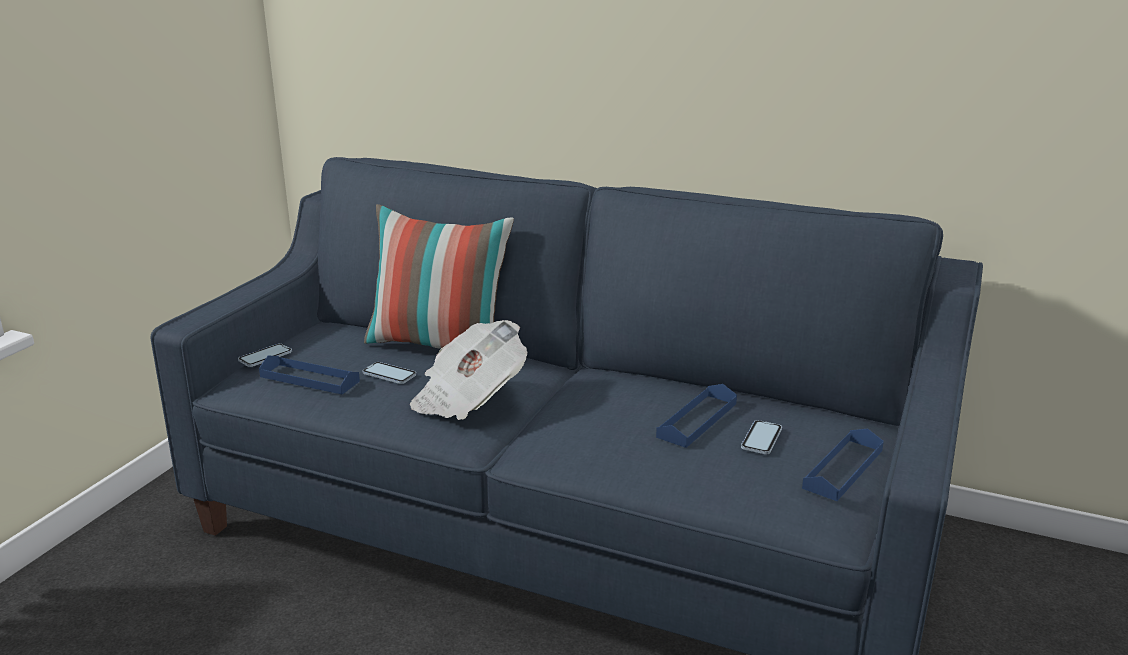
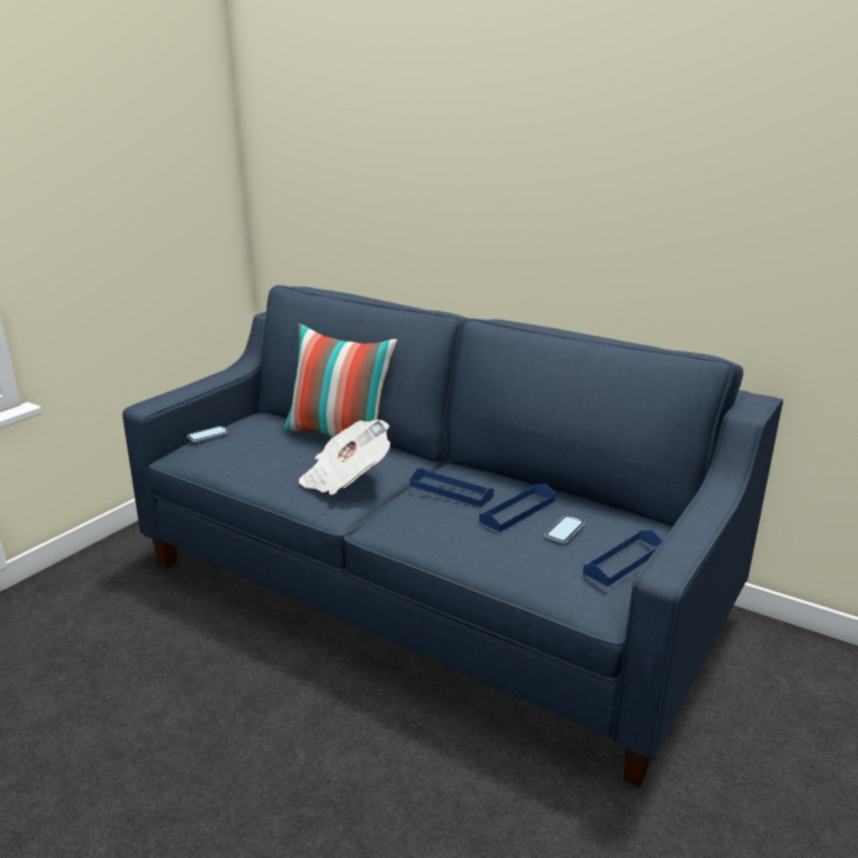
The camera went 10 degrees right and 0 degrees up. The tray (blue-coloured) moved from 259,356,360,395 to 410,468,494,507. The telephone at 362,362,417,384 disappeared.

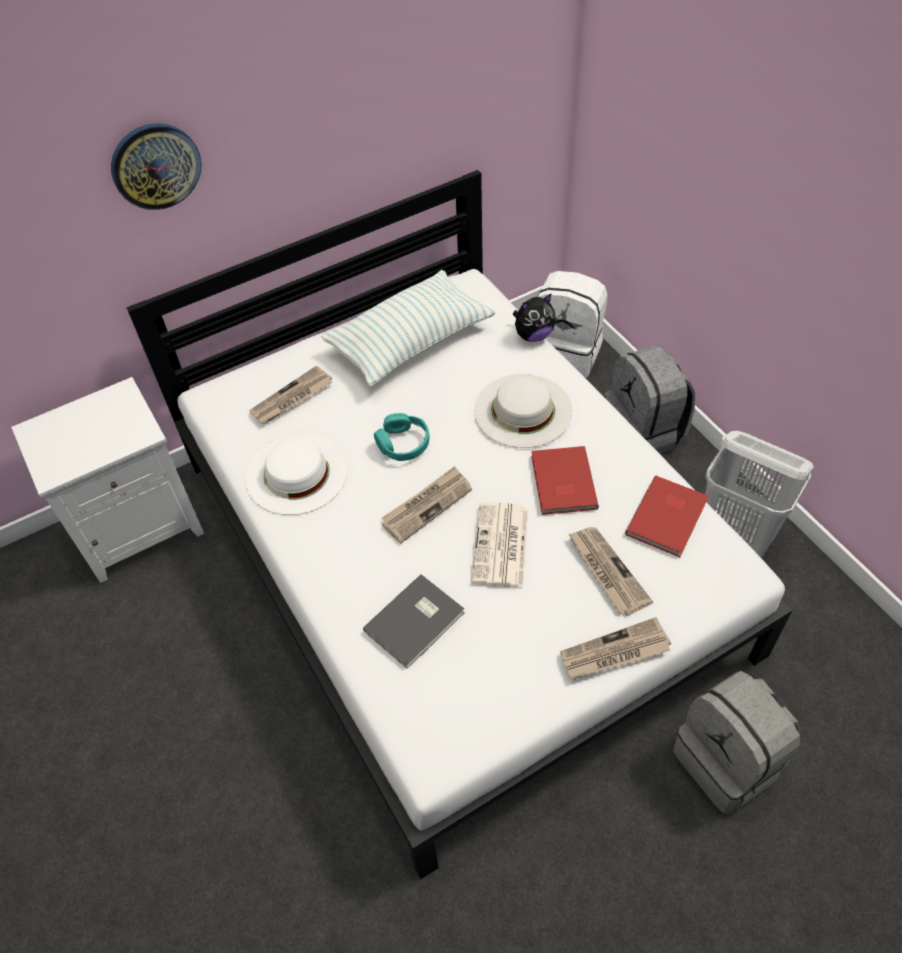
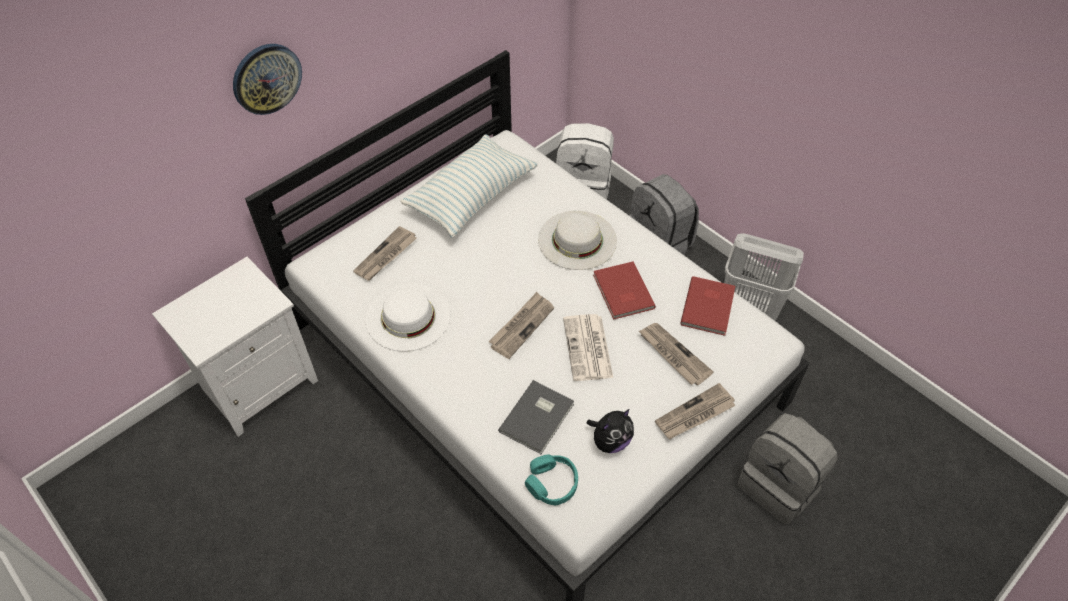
The camera went 15 degrees left and 0 degrees up. The plush toy moved from 513,293,556,342 to 587,409,634,453. The headset (turquoise-coloured) moved from 374,413,429,461 to 525,454,578,506.

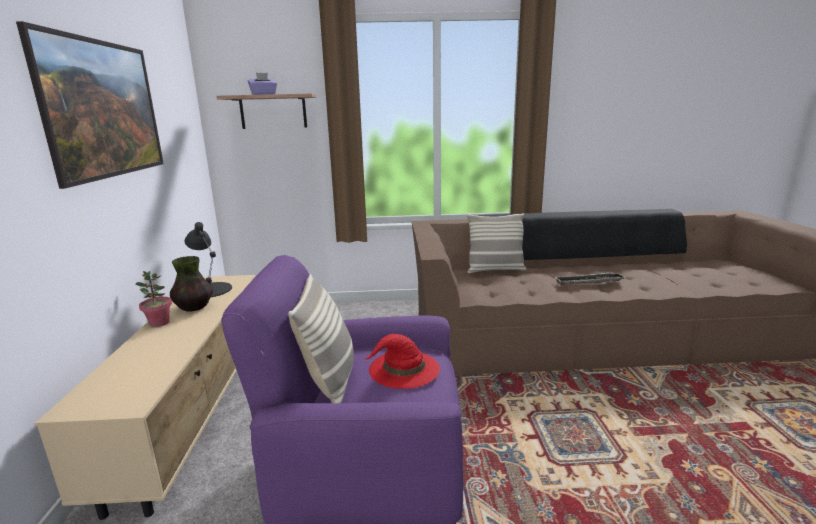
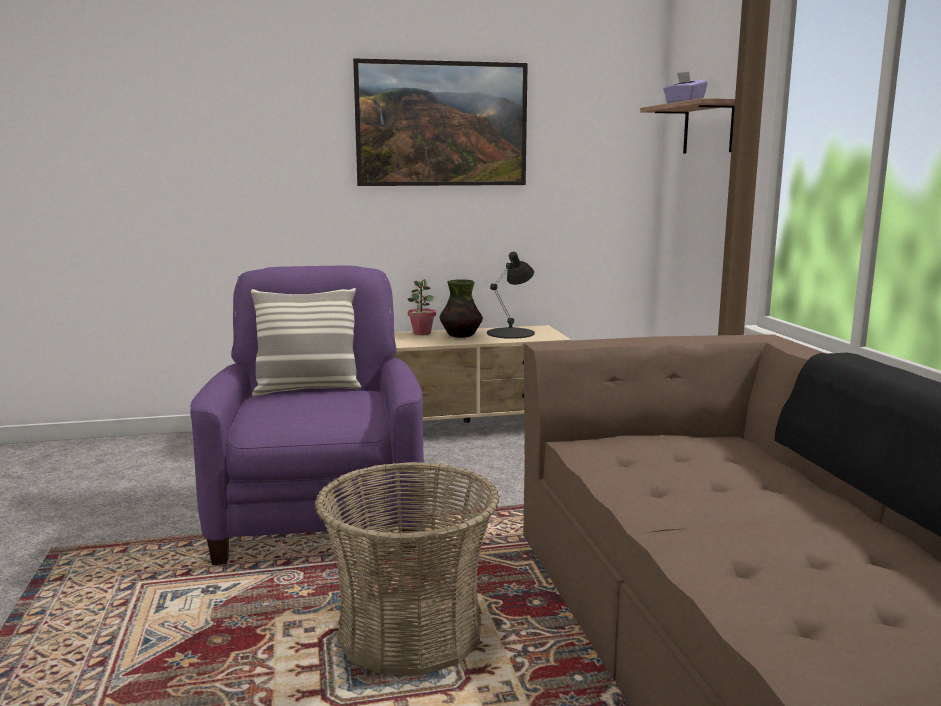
The camera went 80 degrees right and 5 degrees down. The cushion at 467,213,527,273 disappeared. The tray at 555,272,626,285 disappeared. The clothing hat (red) at 365,334,440,389 disappeared. The storage basket at 315,462,499,676 appeared.

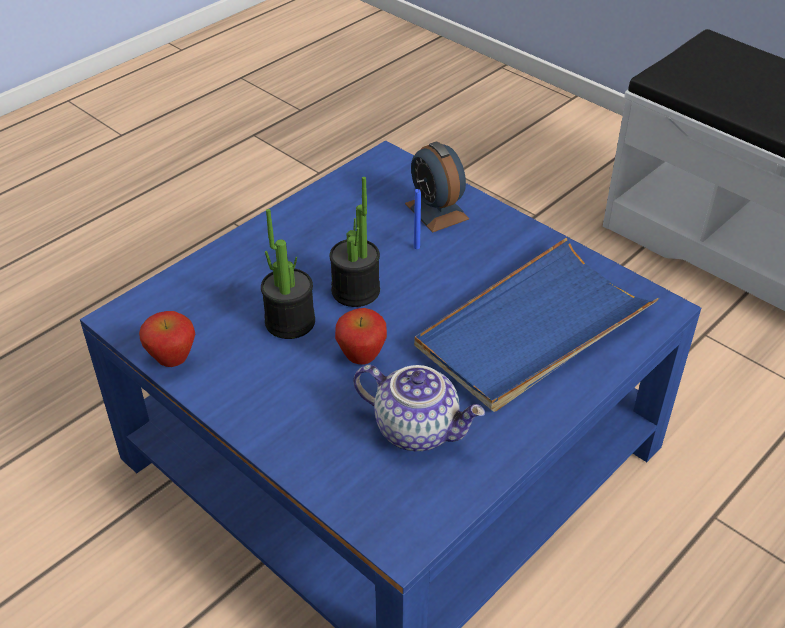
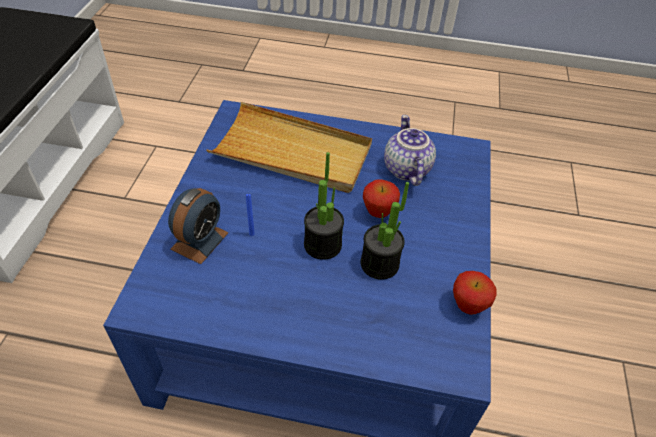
The camera went 125 degrees left and 5 degrees up. The tray (blue-coloured) at 414,237,660,412 became the tray (sand-coloured) at 206,102,372,193.

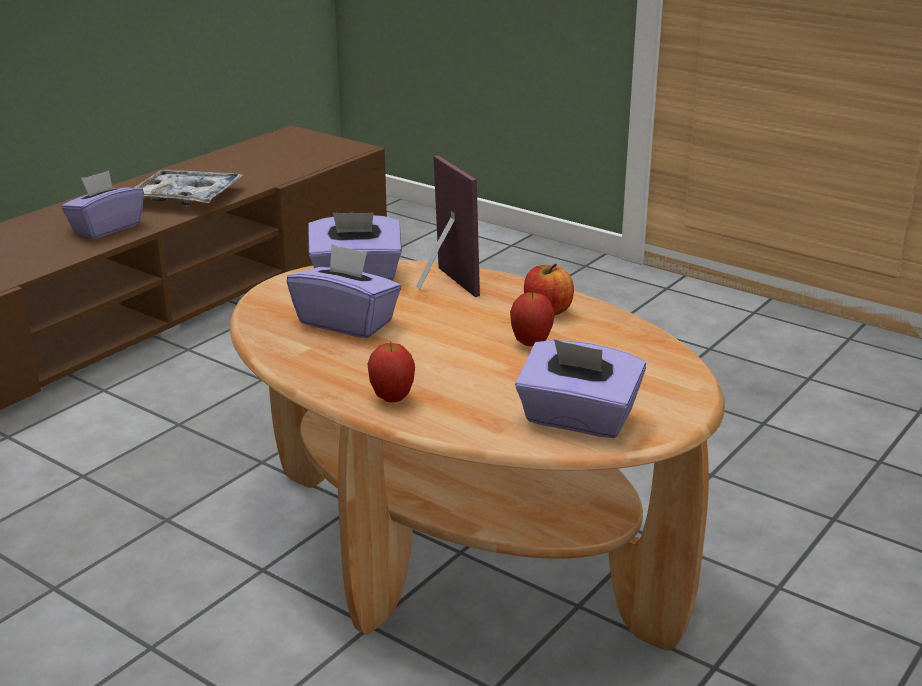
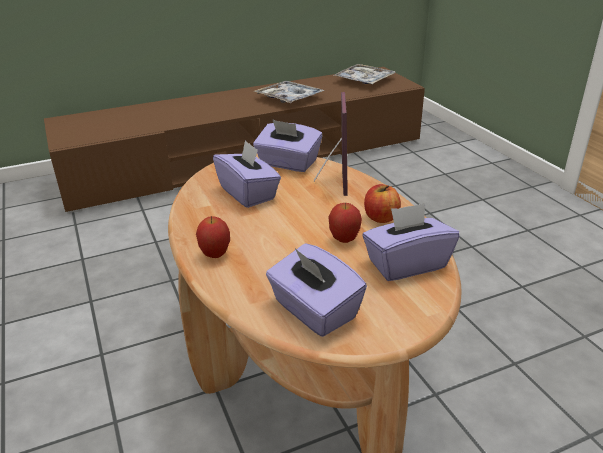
The camera went 30 degrees right and 5 degrees up. The box of tissues (purple) moved from 61,170,144,239 to 362,203,459,281. The tray at 333,64,395,84 appeared.

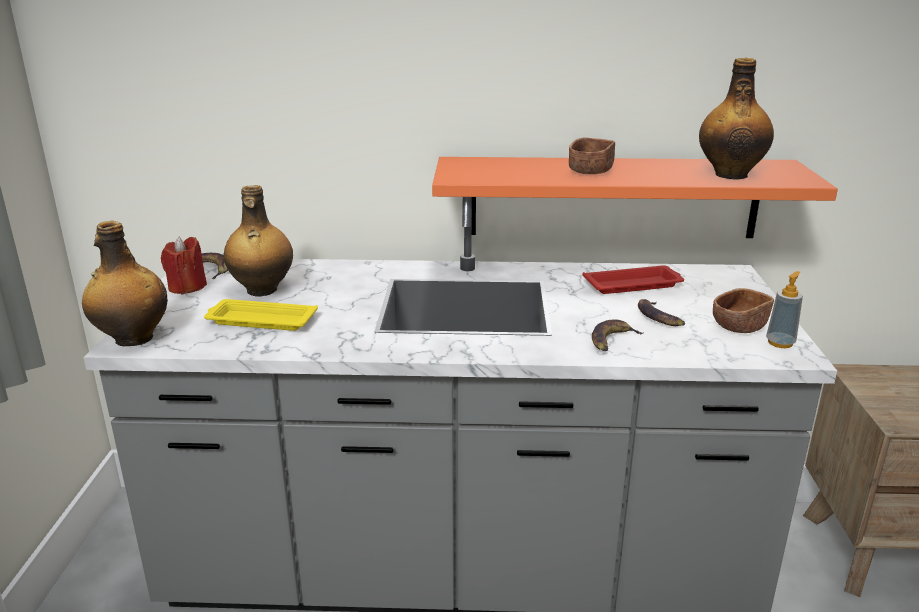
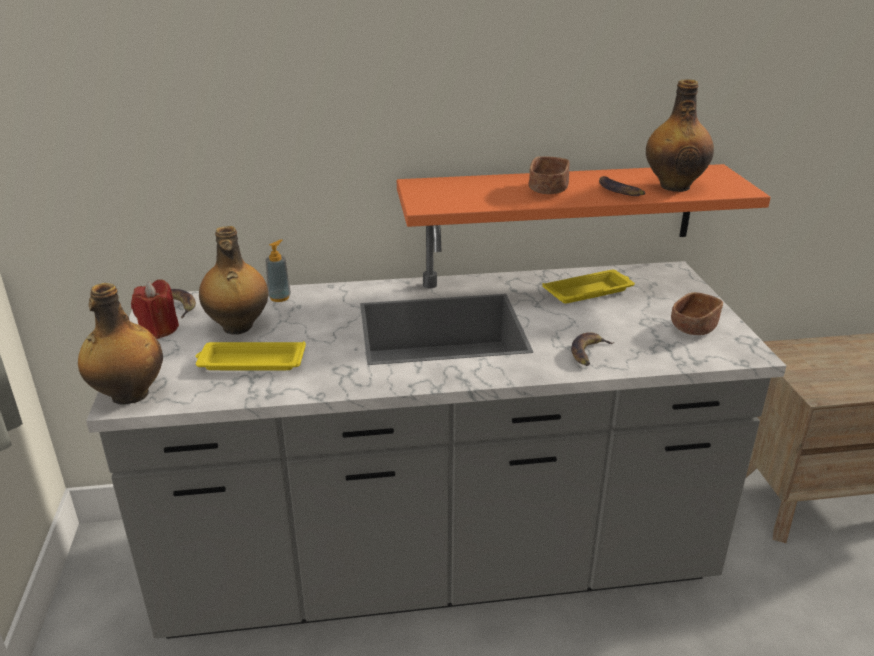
The camera went 10 degrees left and 5 degrees up. The tray (red) at 582,265,684,294 became the tray (yellow) at 542,270,635,304. The liquid soap bottle moved from 766,271,803,348 to 266,240,291,302. The banana fruit moved from 638,299,685,326 to 599,176,645,196.

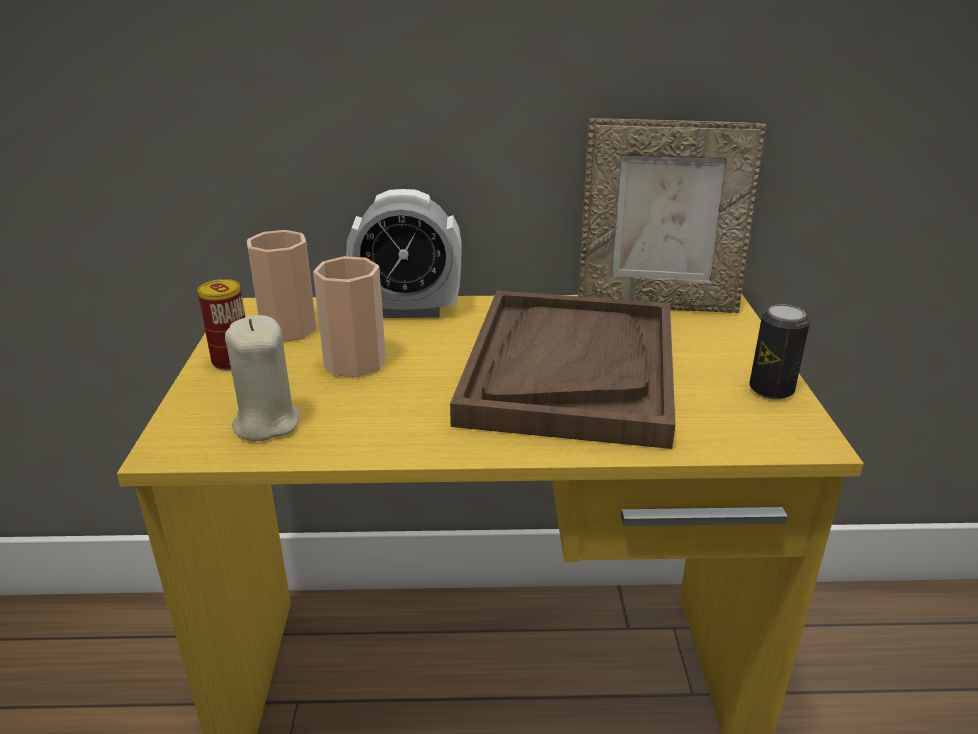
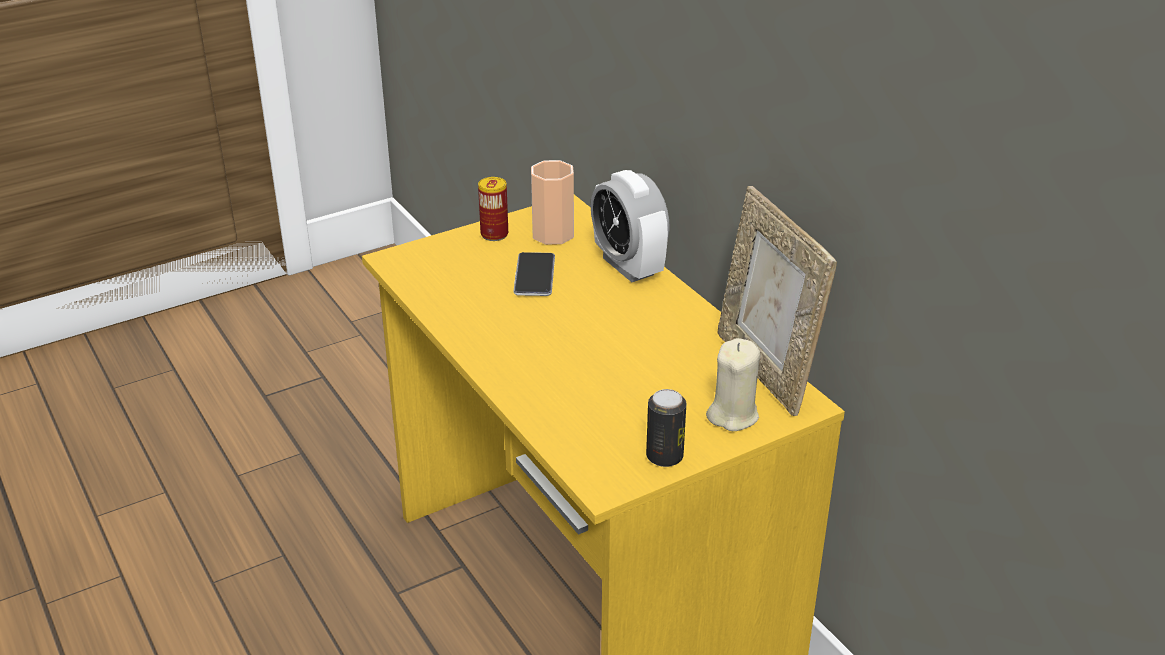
The camera went 60 degrees right and 5 degrees up. The small cup at 313,256,386,377 was replaced by the telephone at 513,252,555,296. The tray (brown) at 450,291,675,449 disappeared. The wax candle (sand-coloured) moved from 225,315,300,441 to 706,338,760,431.

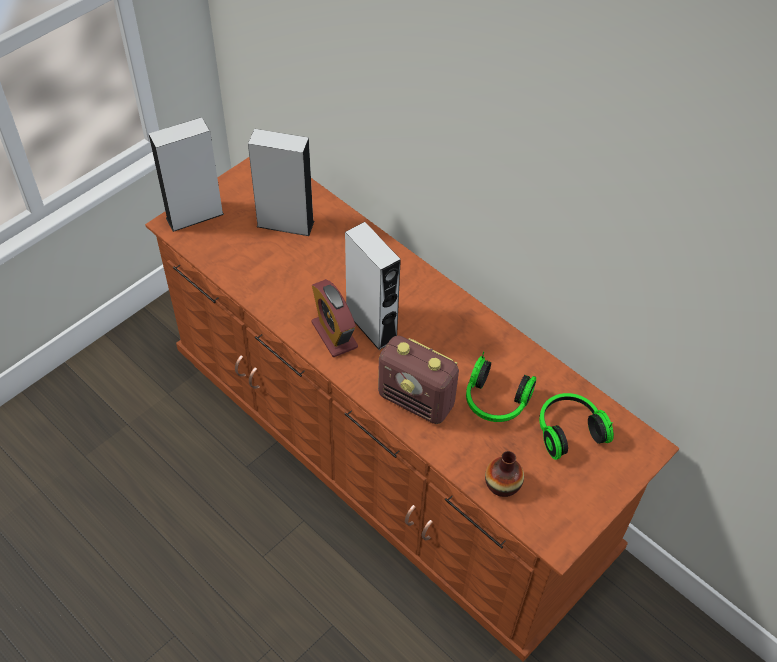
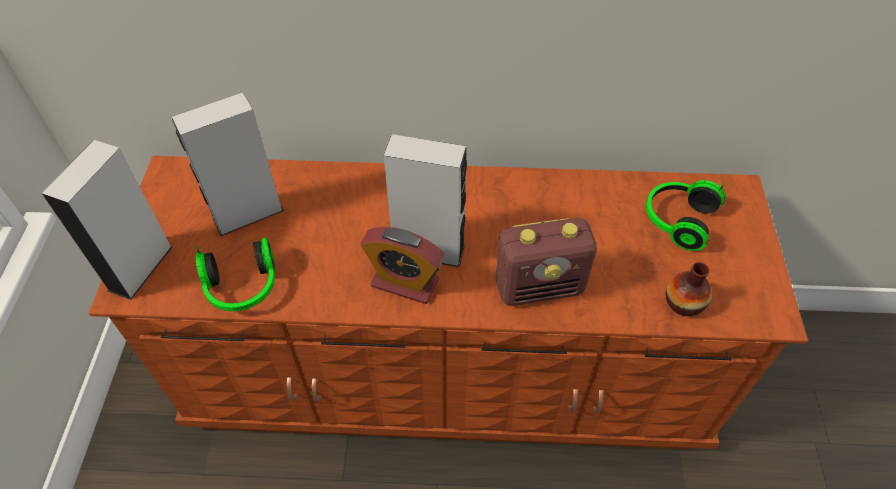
The camera went 40 degrees left and 0 degrees up. The headset moved from 466,351,536,422 to 196,237,275,311.

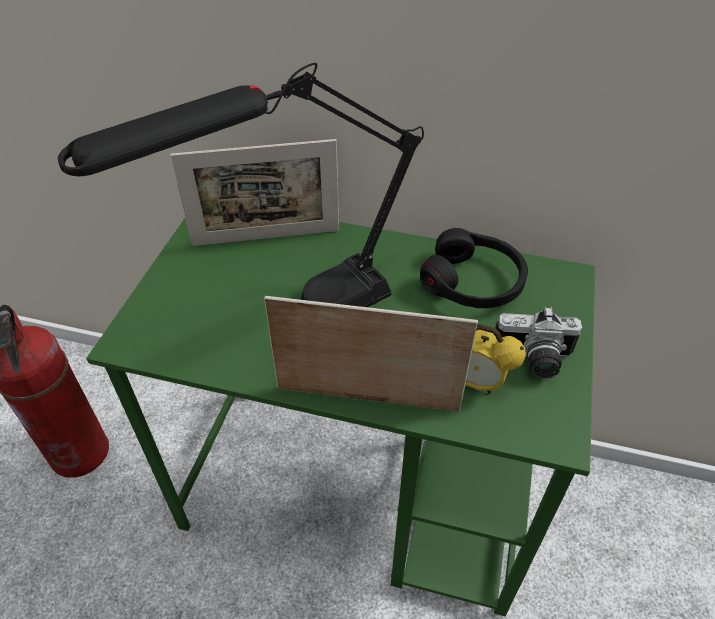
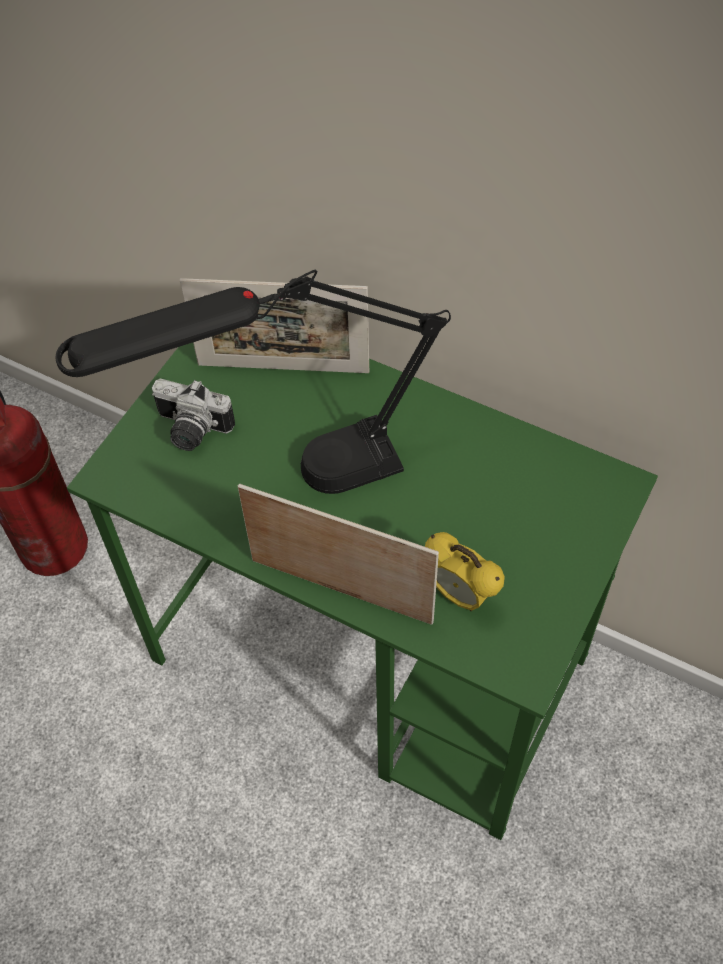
The camera went 15 degrees right and 10 degrees up. The headset (blackish) at 420,228,528,308 disappeared. The still camera moved from 495,307,582,379 to 152,378,235,451.

